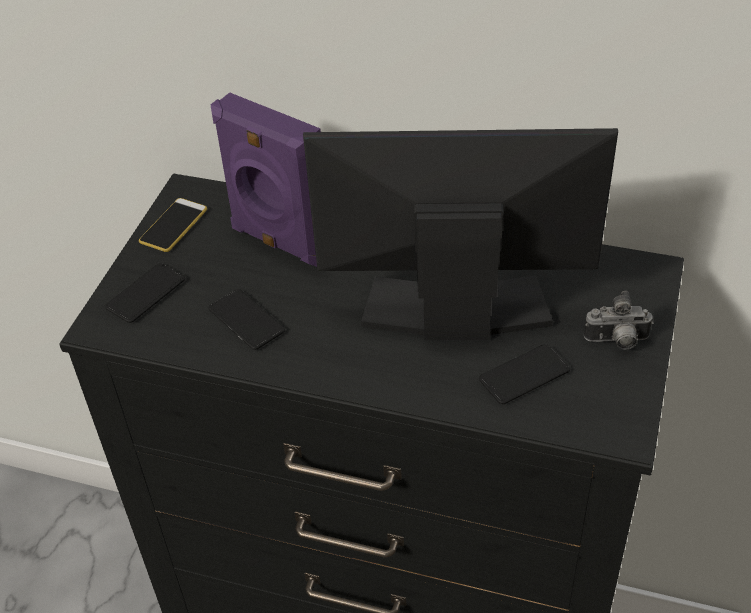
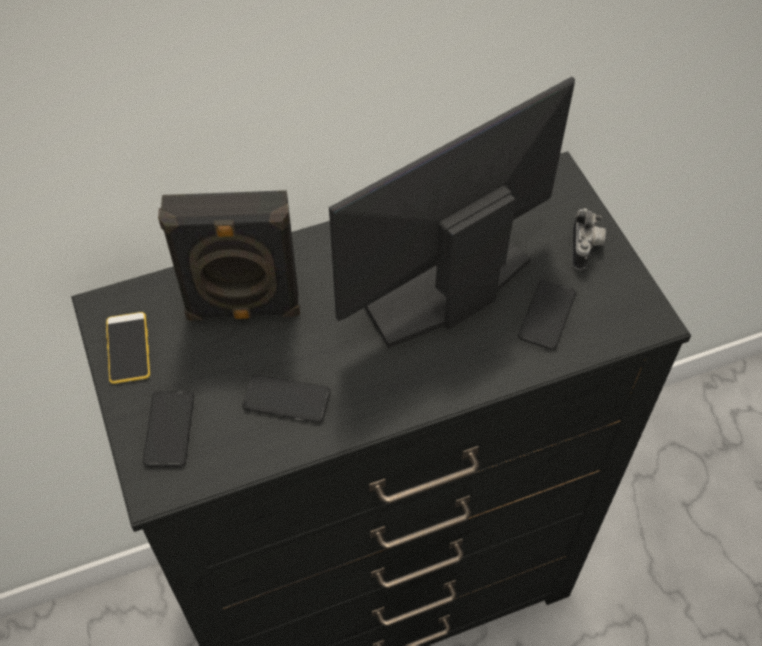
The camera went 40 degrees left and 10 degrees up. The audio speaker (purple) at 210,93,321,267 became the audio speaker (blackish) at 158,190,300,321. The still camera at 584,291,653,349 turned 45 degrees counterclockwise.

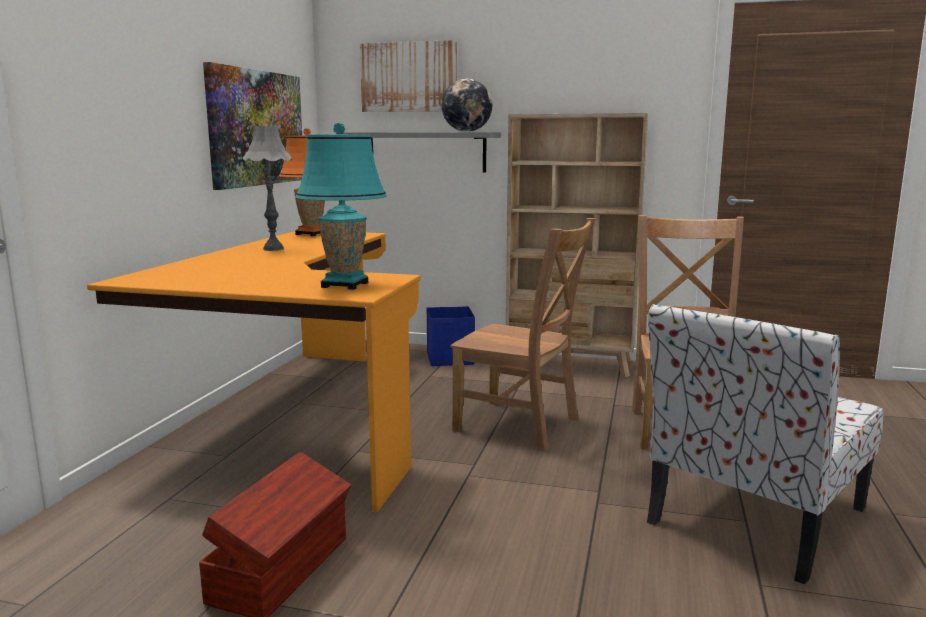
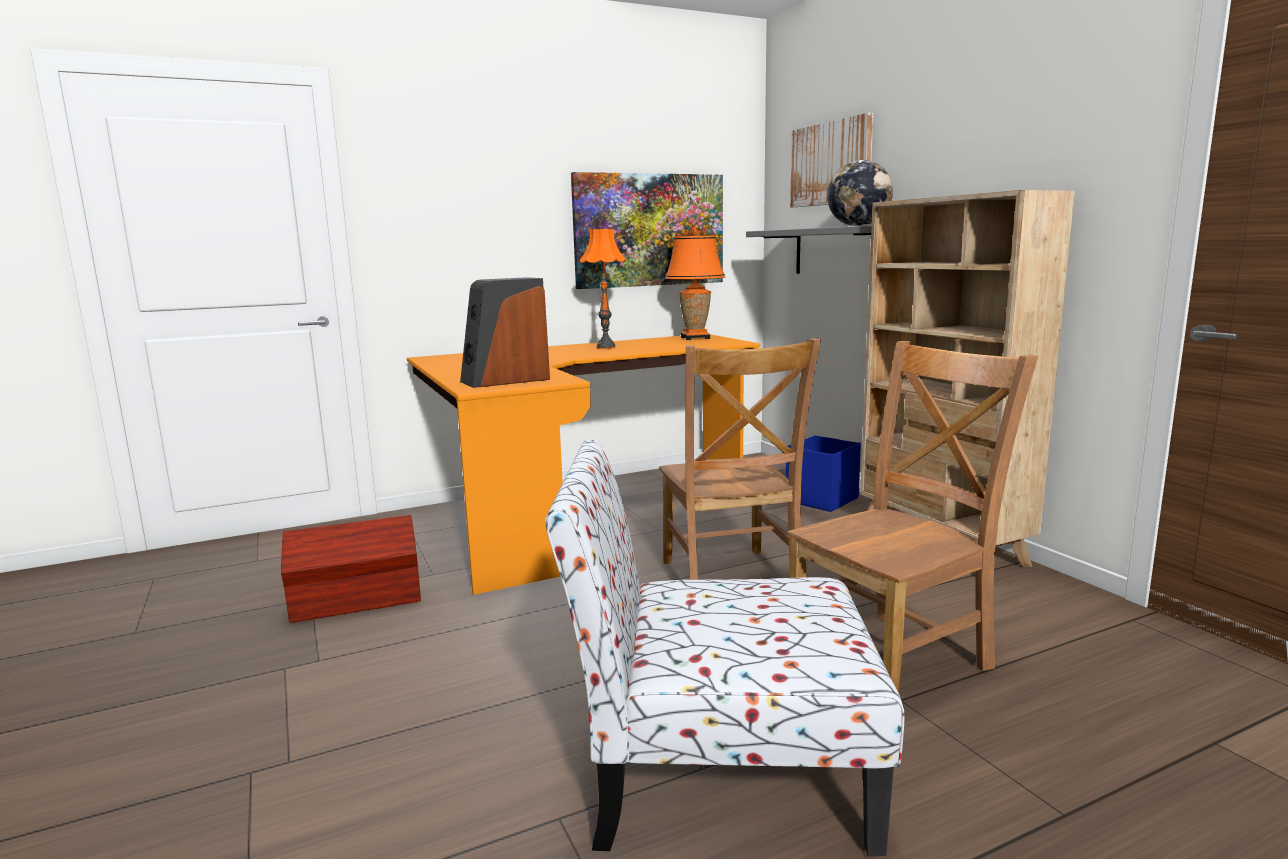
The camera went 50 degrees right and 0 degrees up. The lamp for a table (turquoise-coloured) at 295,123,387,290 was replaced by the audio speaker at 460,277,550,388. The lamp for a table (greyish) at 243,126,292,251 became the lamp for a table (orange) at 580,229,626,349.

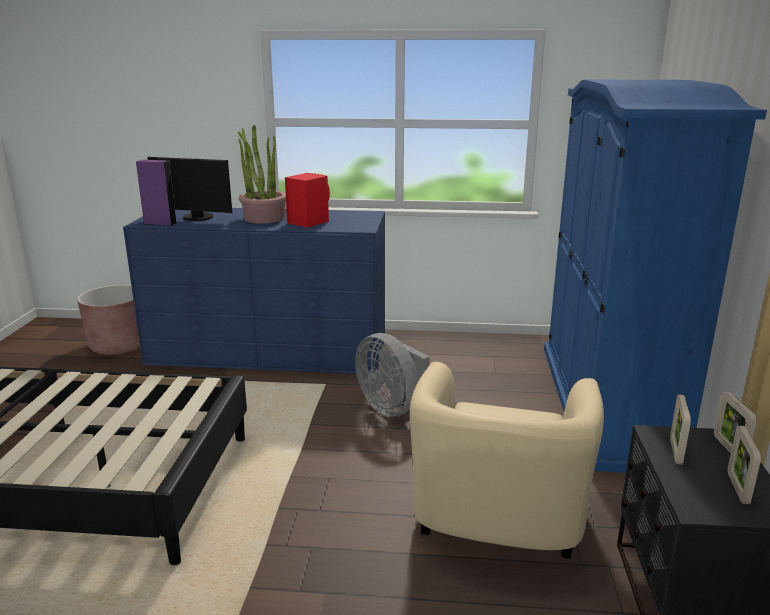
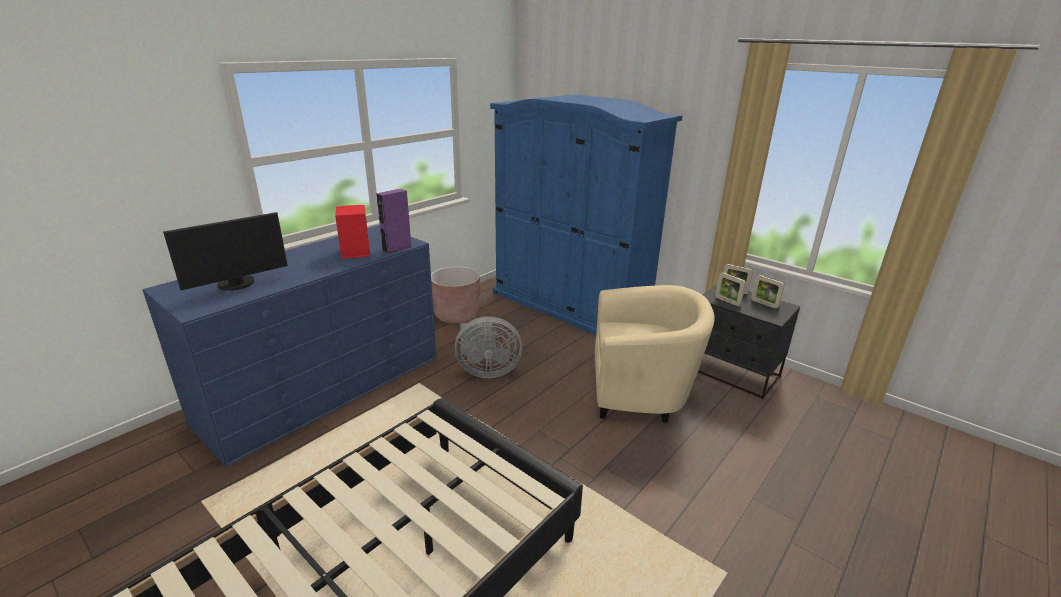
The camera went 55 degrees left and 5 degrees up. The potted plant at 238,125,286,223 disappeared. The audio speaker (purple) moved from 136,160,176,226 to 376,189,412,254. The flower pot (brown) moved from 77,285,140,355 to 431,266,480,324. The armchair (sand-coloured) at 410,362,604,559 turned 45 degrees counterclockwise.

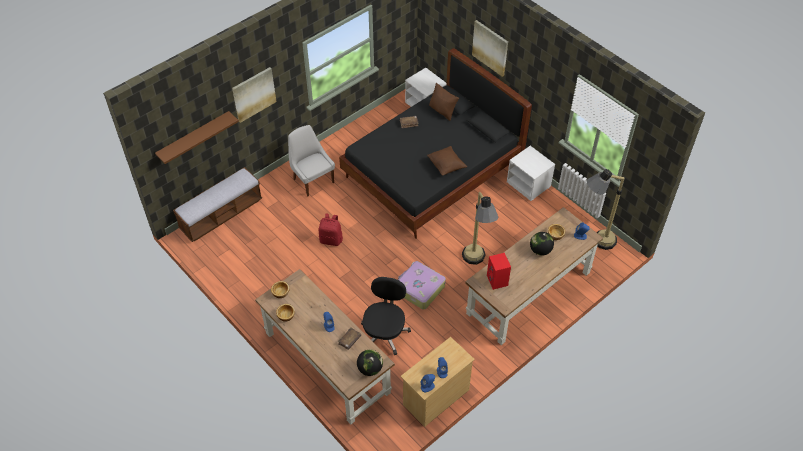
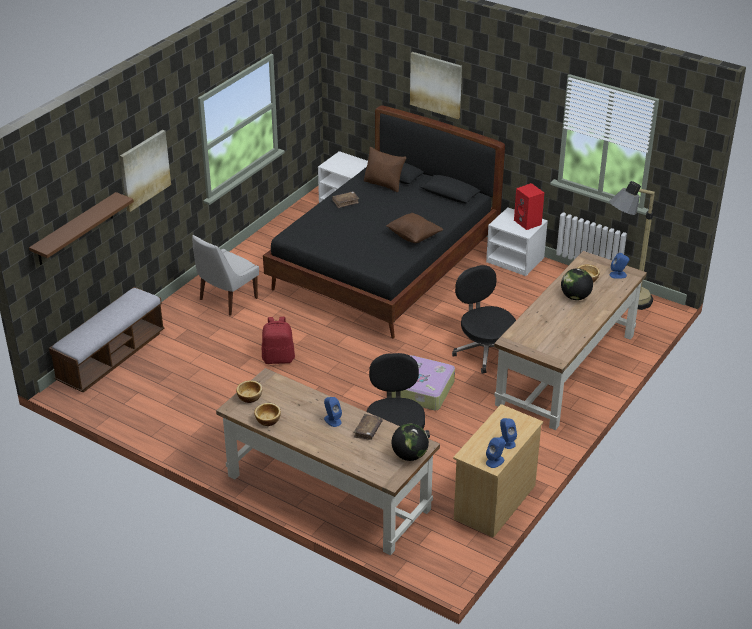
The camera went 15 degrees left and 15 degrees down. The upright chair (whitish) at 288,125,335,196 turned 90 degrees counterclockwise. The standing lamp at 462,192,499,265 was replaced by the office chair (blackish) at 452,265,516,374. The audio speaker (red) moved from 487,253,511,290 to 514,183,544,230.

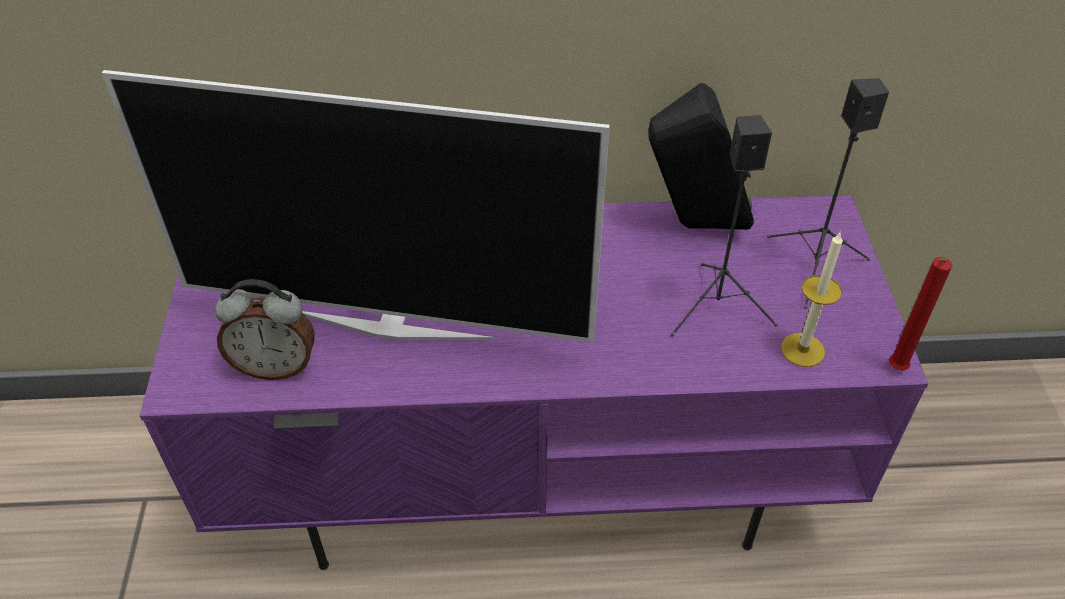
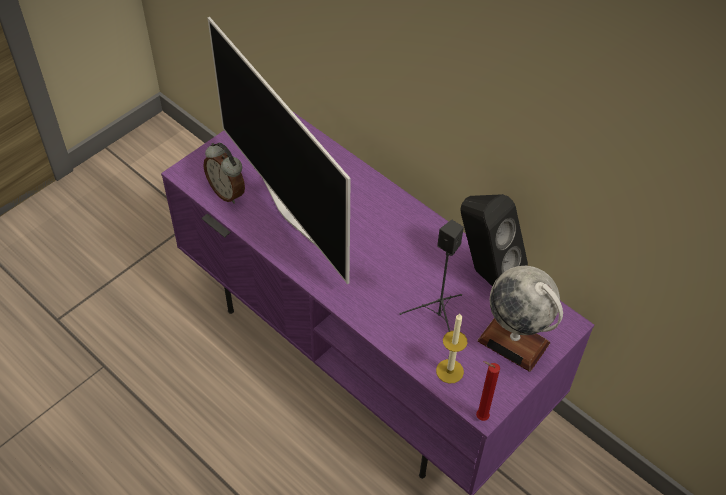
The camera went 45 degrees right and 5 degrees up. The audio speaker (blackish) at 767,78,889,309 was replaced by the desk globe at 477,266,563,372.

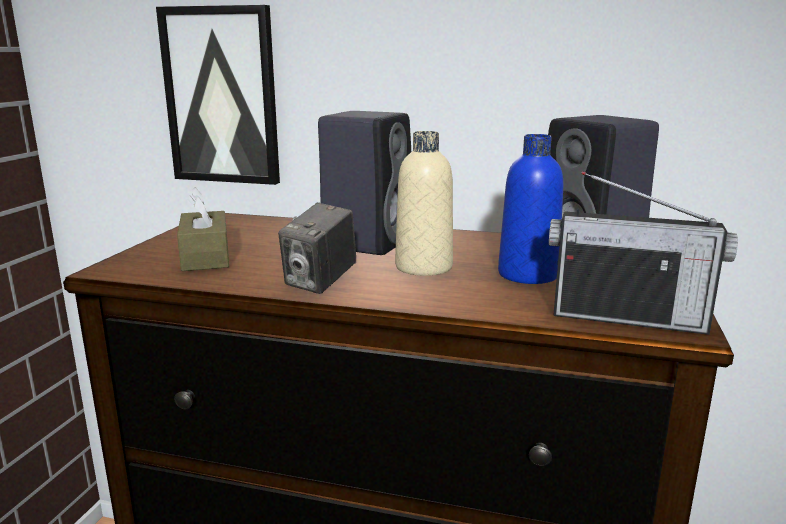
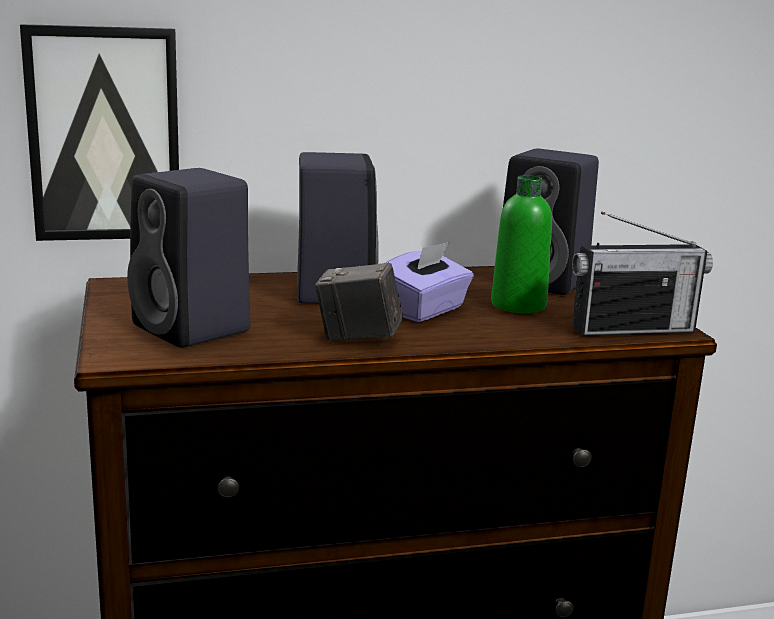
The camera went 30 degrees left and 0 degrees up. The bottle (sand-coloured) at 395,131,453,276 was replaced by the box of tissues (purple) at 385,242,474,322. The bottle (blue-coloured) at 498,134,563,284 became the bottle (green-coloured) at 491,175,552,313. The box of tissues (brown) at 177,187,229,271 was replaced by the audio speaker (blackish) at 127,168,251,348. The still camera at 278,202,356,294 turned 105 degrees clockwise.

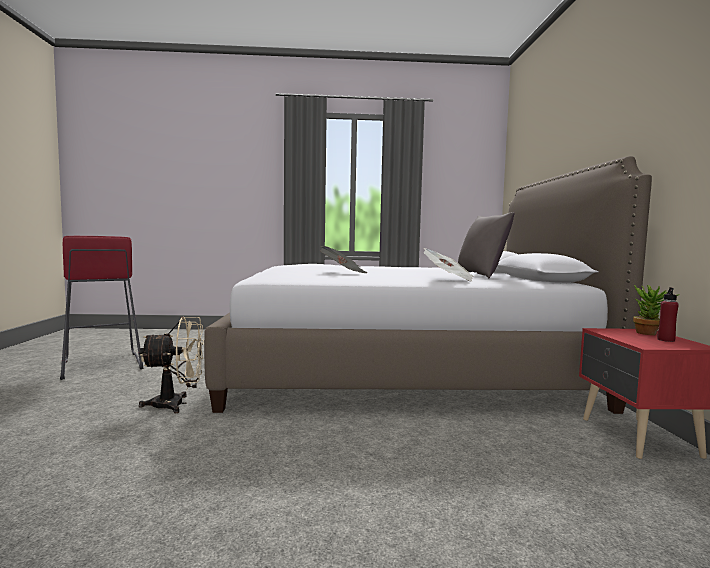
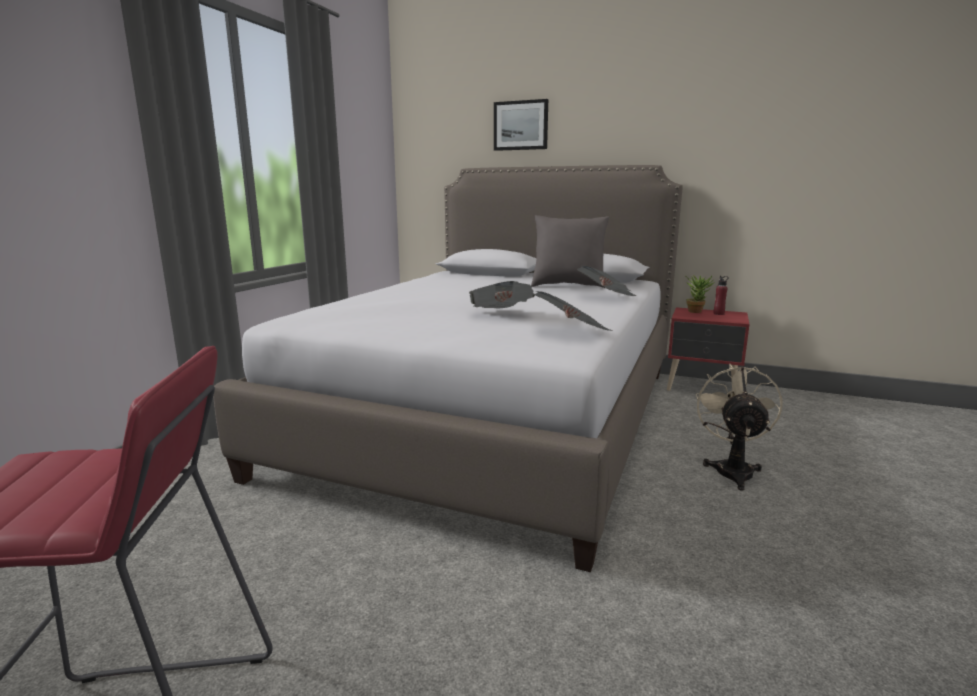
The camera went 65 degrees left and 10 degrees up. The electric fan (sand-coloured) moved from 139,317,204,413 to 696,364,783,491. The wall art at 494,99,548,151 appeared. The newspaper at 534,291,613,331 appeared.

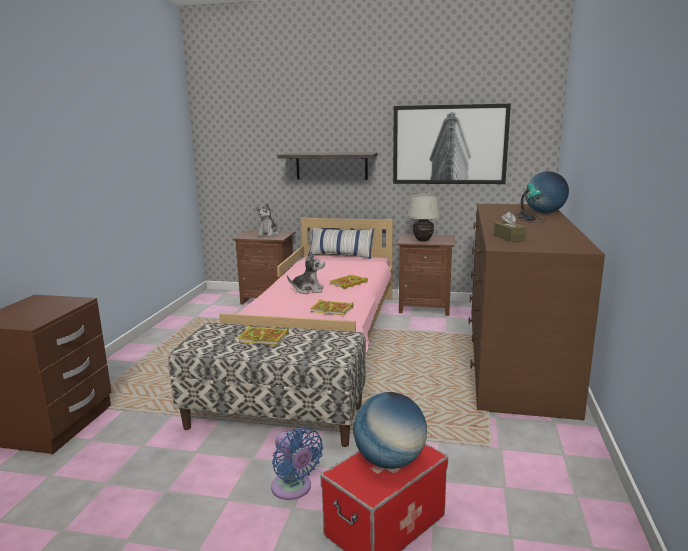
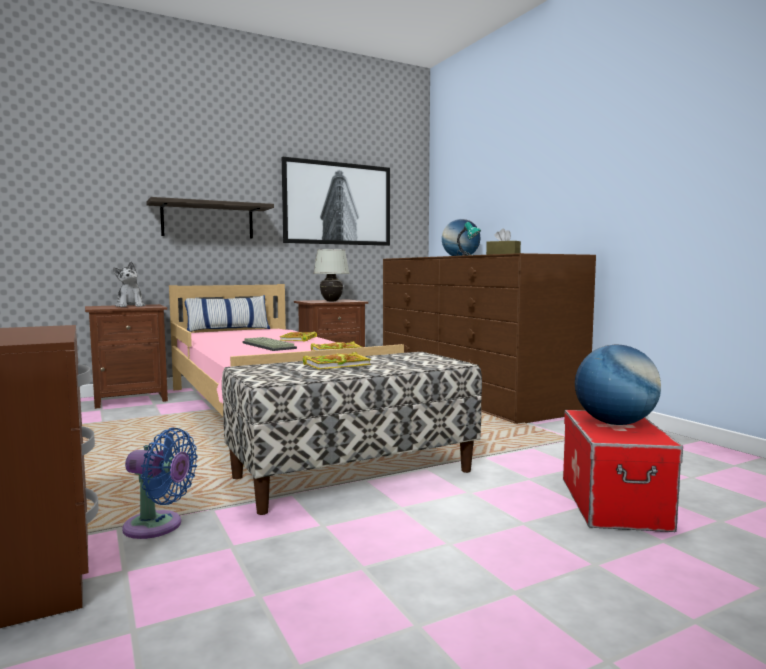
The camera went 40 degrees left and 10 degrees down. The plush toy at 287,251,325,294 was replaced by the computer keyboard at 243,337,297,351. The electric fan (blue-coloured) moved from 271,427,323,500 to 122,427,198,539.

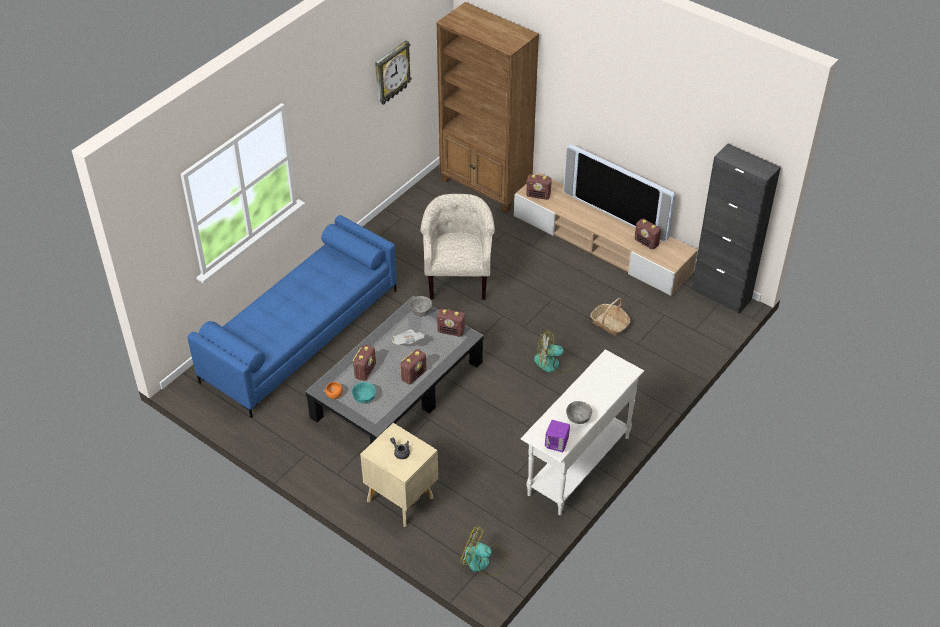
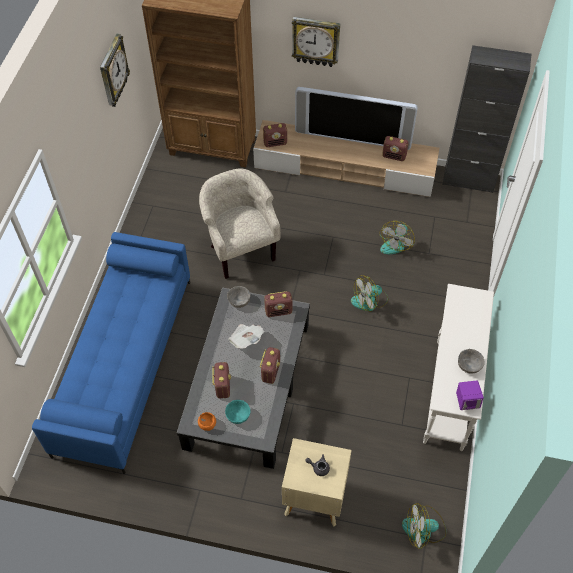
The camera went 25 degrees left and 10 degrees up. The storage basket at 590,298,630,336 was replaced by the electric fan at 379,221,415,254. The hanging clock at 292,17,340,67 appeared.

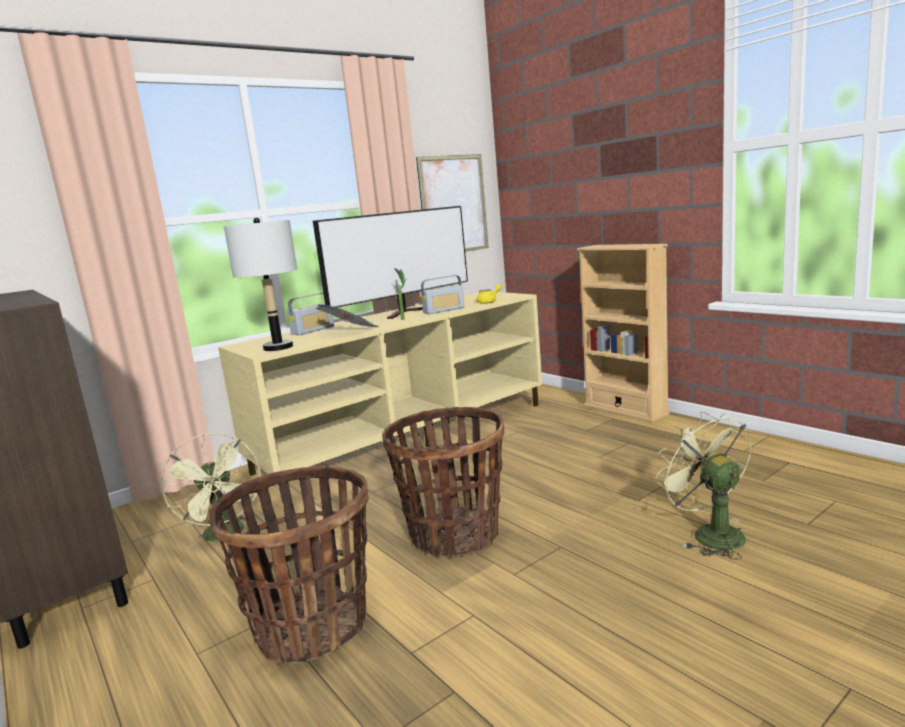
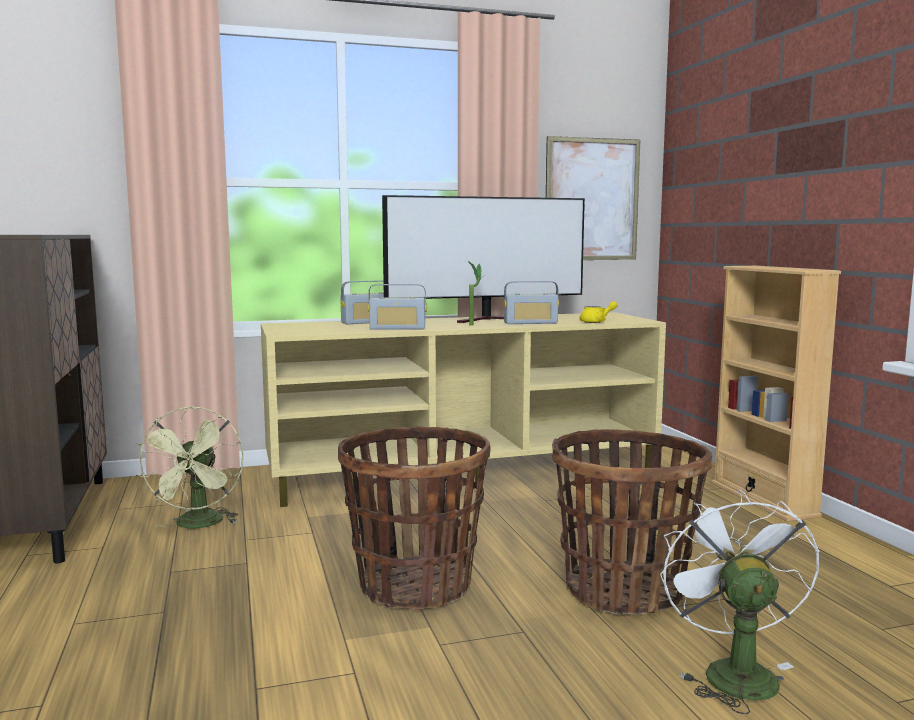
The camera went 20 degrees right and 5 degrees down. The lamp for a table (greyish) at 224,218,297,351 disappeared. The newspaper at 316,305,380,327 was replaced by the radio receiver at 368,284,427,330. The electric fan (green-coloured) at 655,412,752,560 became the electric fan (whitish) at 660,490,819,714. The storage basket moved from 208,466,369,665 to 552,429,712,615.

